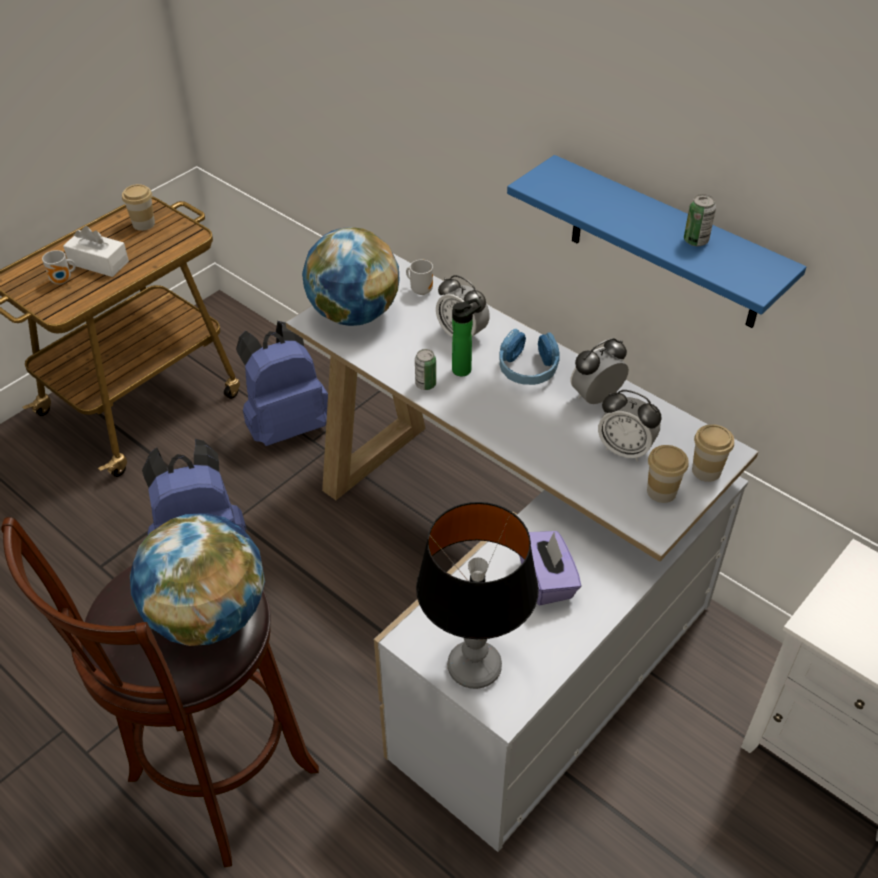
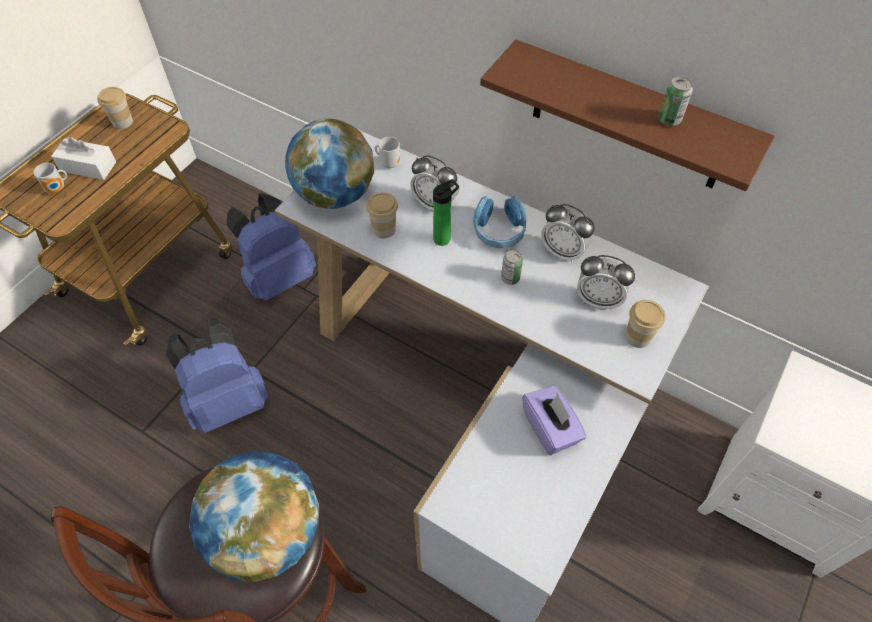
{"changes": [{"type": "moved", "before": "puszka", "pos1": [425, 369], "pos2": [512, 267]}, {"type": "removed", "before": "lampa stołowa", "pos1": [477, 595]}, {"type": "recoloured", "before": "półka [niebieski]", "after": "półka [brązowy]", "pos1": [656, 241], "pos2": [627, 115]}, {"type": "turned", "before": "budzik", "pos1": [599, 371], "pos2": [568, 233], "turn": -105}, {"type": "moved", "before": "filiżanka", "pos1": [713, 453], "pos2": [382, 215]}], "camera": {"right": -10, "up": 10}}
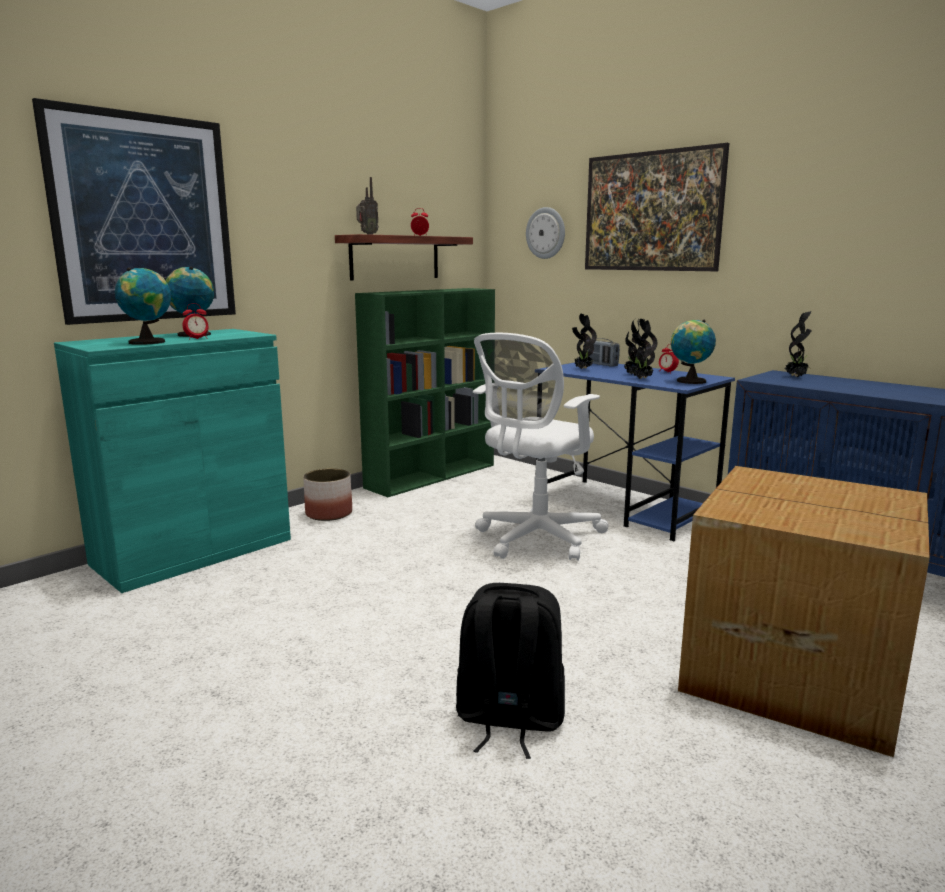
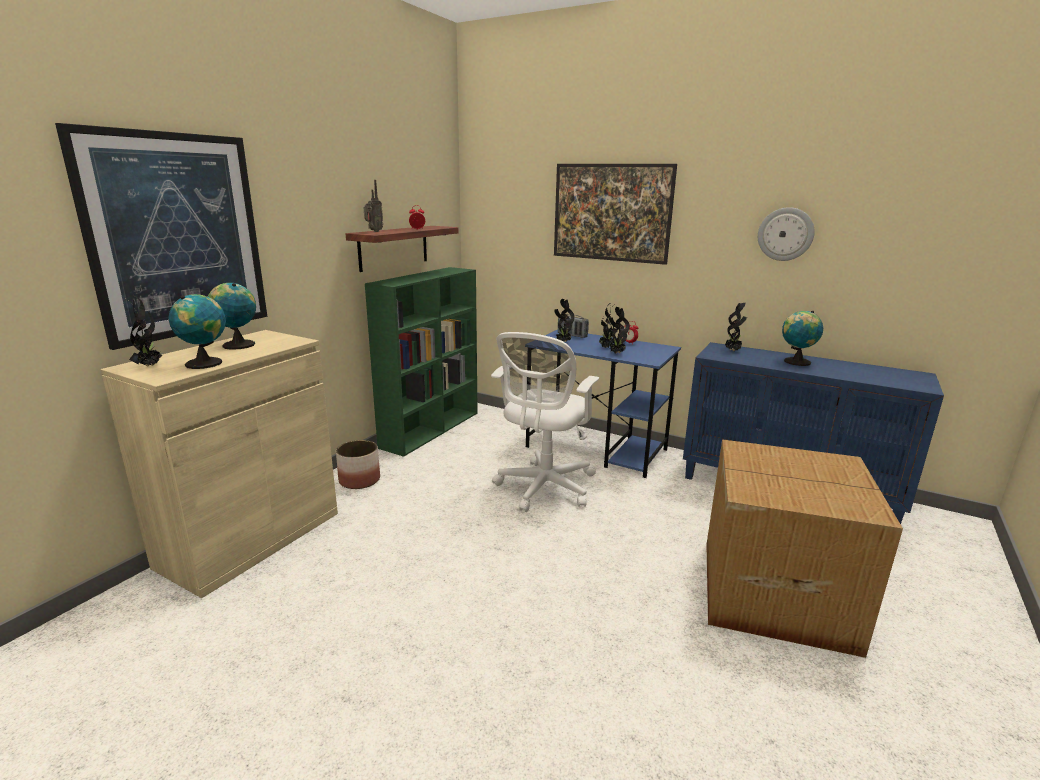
{"changes": [{"type": "recoloured", "before": "szafka [turkusowy]", "after": "szafka [beżowy]", "pos1": [172, 461], "pos2": [219, 464]}, {"type": "removed", "before": "budzik", "pos1": [195, 321]}, {"type": "removed", "before": "plecak [czarny]", "pos1": [510, 671]}, {"type": "moved", "before": "zegar ścienny", "pos1": [545, 233], "pos2": [786, 234]}, {"type": "moved", "before": "globus", "pos1": [693, 351], "pos2": [802, 338]}, {"type": "added", "after": "roślina doniczkowa", "pos2": [144, 330]}], "camera": {"right": -15, "up": 5}}
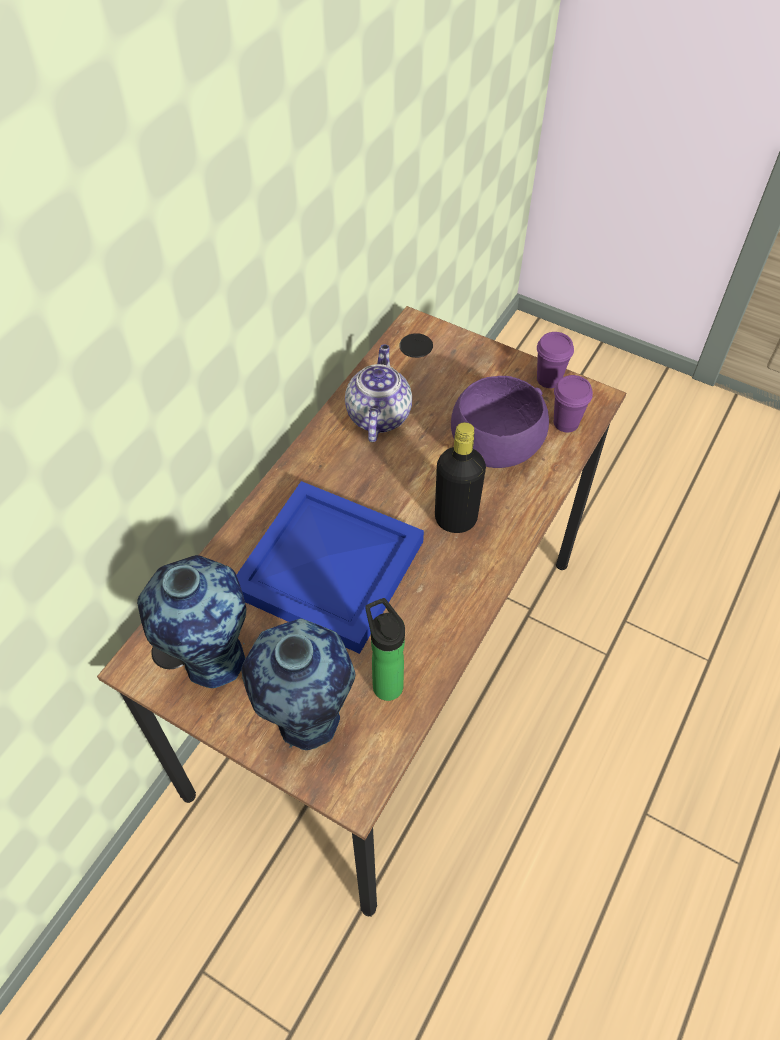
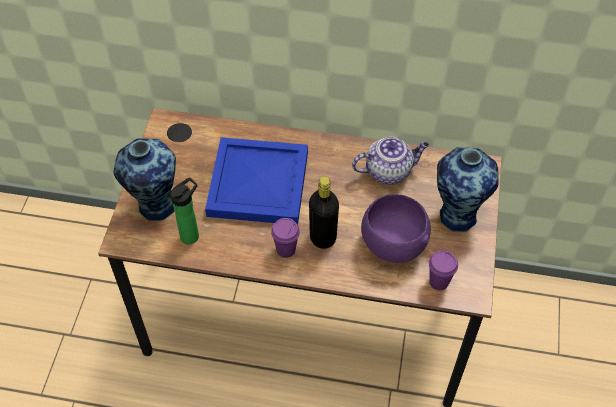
{"changes": [{"type": "moved", "before": "wazon", "pos1": [191, 621], "pos2": [468, 189]}, {"type": "moved", "before": "filiżanka [fioletowy]", "pos1": [555, 360], "pos2": [285, 238]}], "camera": {"right": 70, "up": 0}}
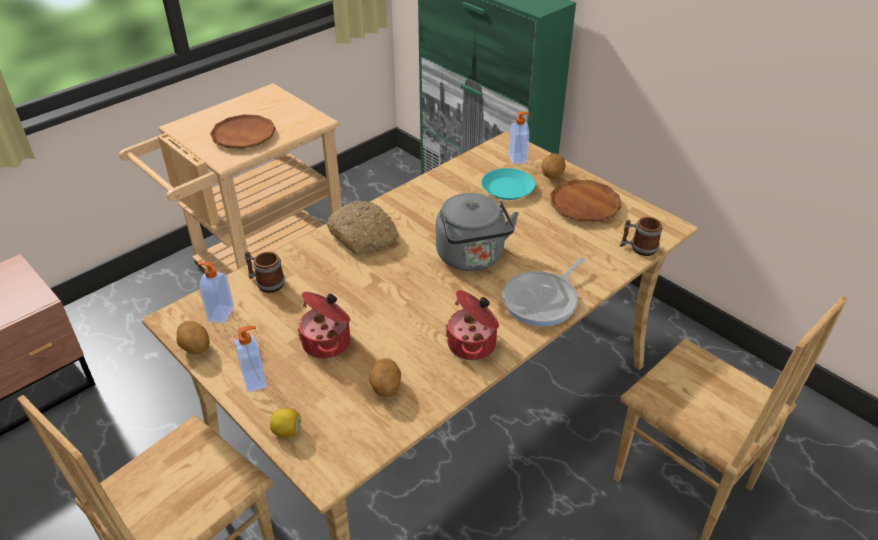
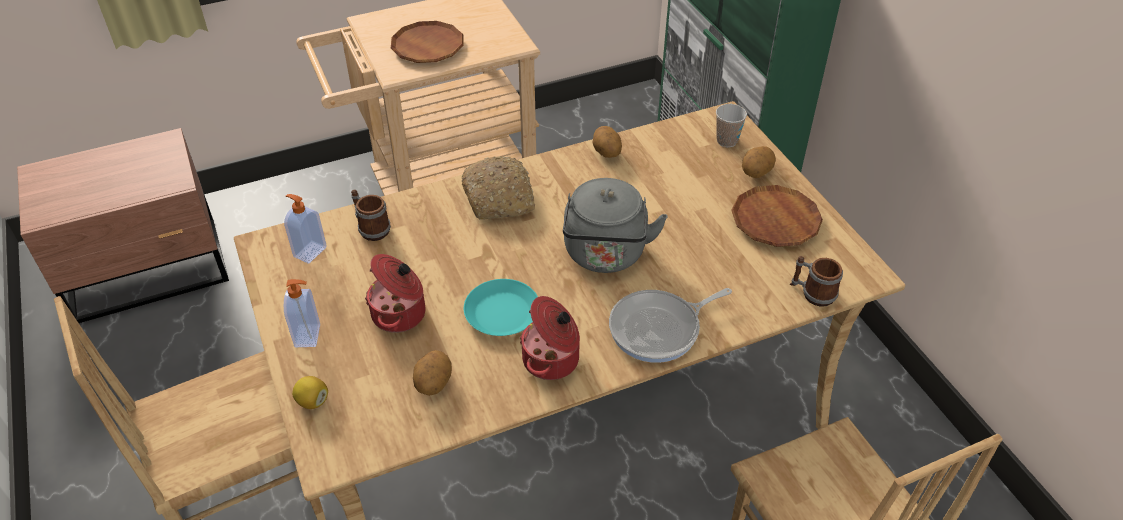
{"changes": [{"type": "moved", "before": "ziemniak", "pos1": [193, 337], "pos2": [607, 142]}, {"type": "moved", "before": "talerz [turkusowy]", "pos1": [508, 184], "pos2": [501, 307]}, {"type": "replaced", "before": "dozownik mydła", "after": "filiżanka", "pos1": [519, 138], "pos2": [731, 125]}], "camera": {"right": 20, "up": 5}}
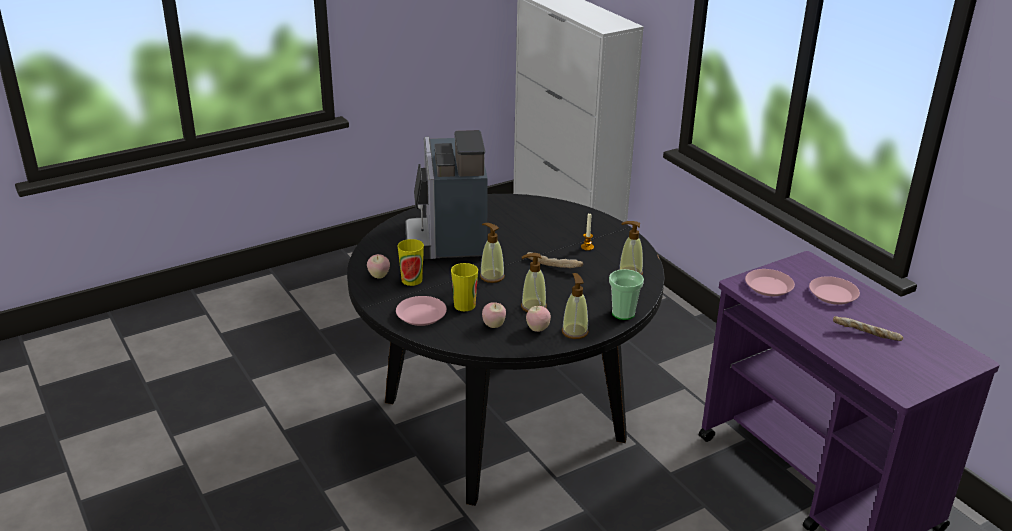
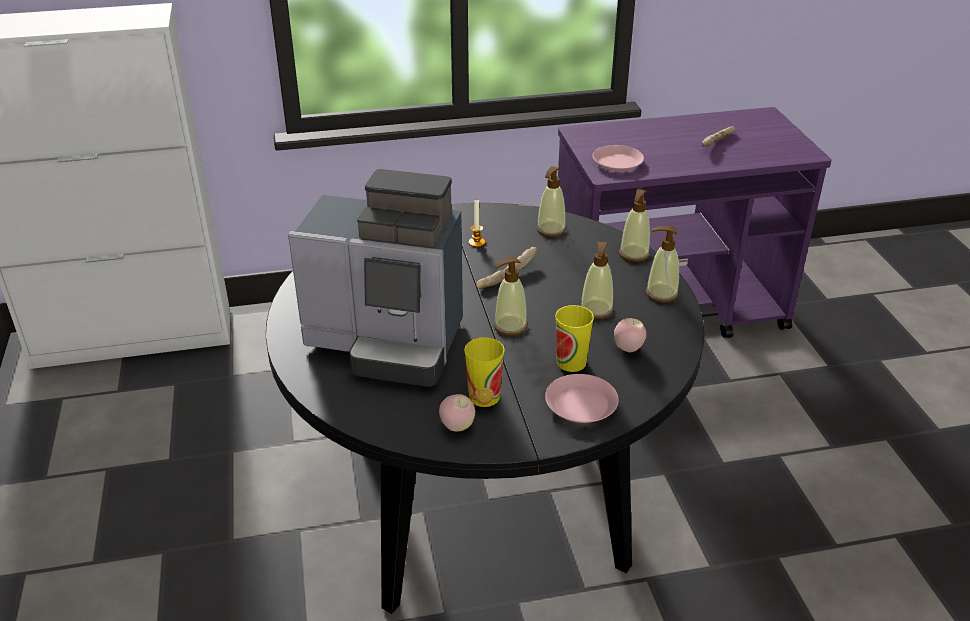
{"changes": [{"type": "removed", "before": "jabłko", "pos1": [538, 318]}, {"type": "replaced", "before": "filiżanka", "after": "dozownik mydła", "pos1": [626, 294], "pos2": [634, 225]}, {"type": "removed", "before": "talerz [różowy]", "pos1": [834, 290]}], "camera": {"right": -70, "up": 5}}
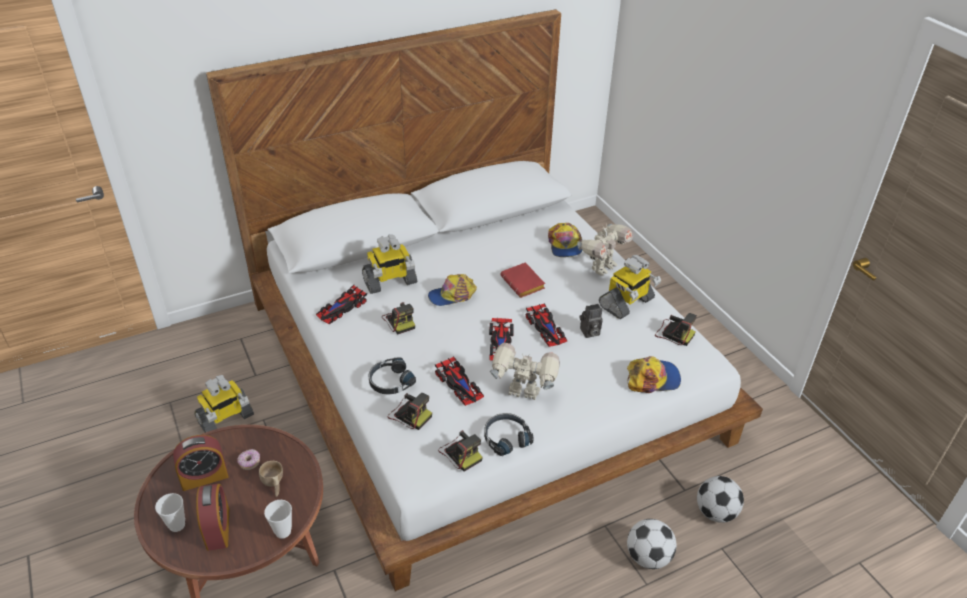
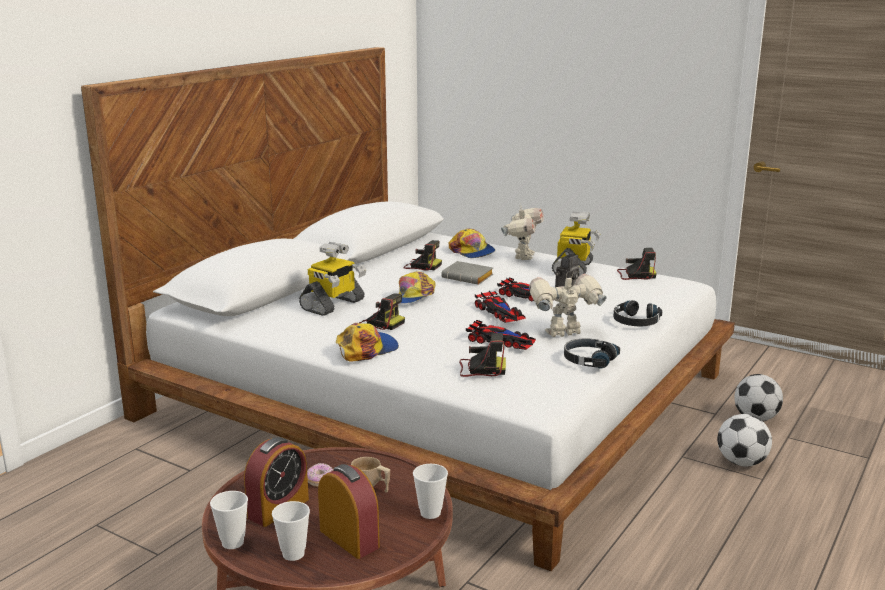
{"changes": [{"type": "removed", "before": "robot zabawkowy", "pos1": [224, 404]}, {"type": "removed", "before": "samochodzik", "pos1": [341, 304]}, {"type": "moved", "before": "słuchawki [czarny]", "pos1": [392, 376], "pos2": [637, 313]}, {"type": "moved", "before": "aparat fotograficzny", "pos1": [460, 451], "pos2": [423, 255]}, {"type": "recoloured", "before": "książka [czerwony]", "after": "książka [szary]", "pos1": [522, 280], "pos2": [467, 273]}, {"type": "moved", "before": "czapka z daszkiem", "pos1": [654, 374], "pos2": [367, 342]}, {"type": "added", "after": "filiżanka", "pos2": [229, 520]}], "camera": {"right": -30, "up": -20}}
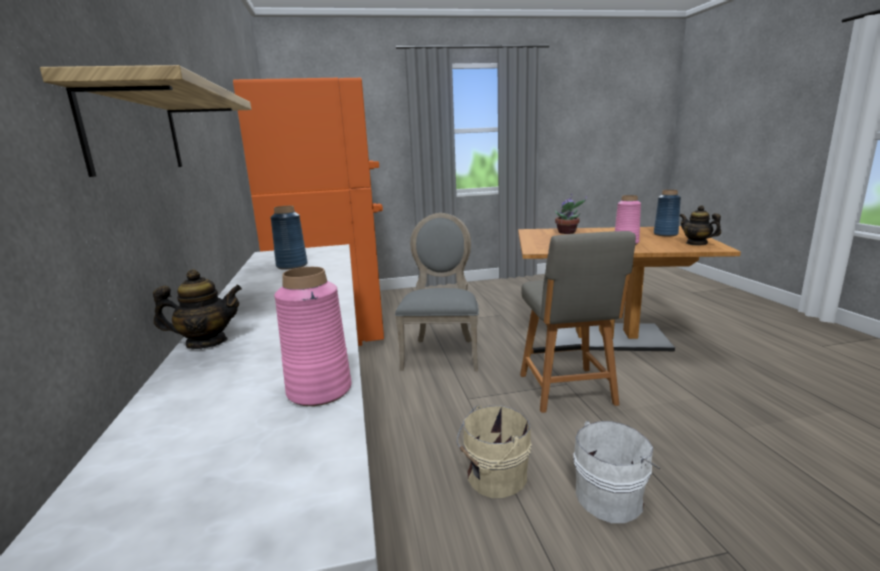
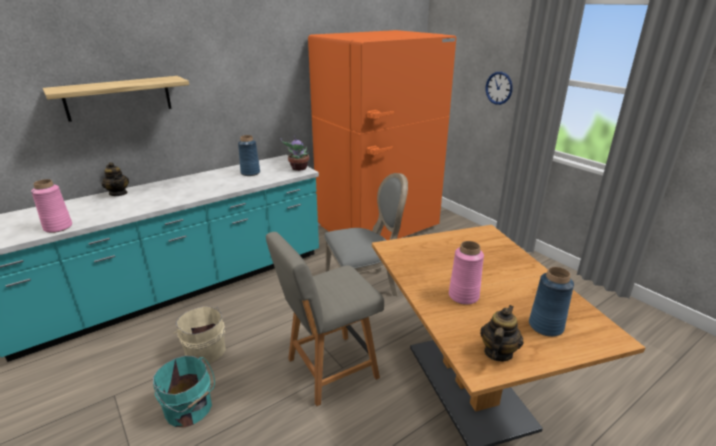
{"changes": [{"type": "moved", "before": "roślina doniczkowa", "pos1": [571, 214], "pos2": [295, 153]}, {"type": "recoloured", "before": "wiadro [biały]", "after": "wiadro [turkusowy]", "pos1": [616, 472], "pos2": [184, 392]}, {"type": "added", "after": "zegar ścienny", "pos2": [499, 88]}], "camera": {"right": 65, "up": 10}}
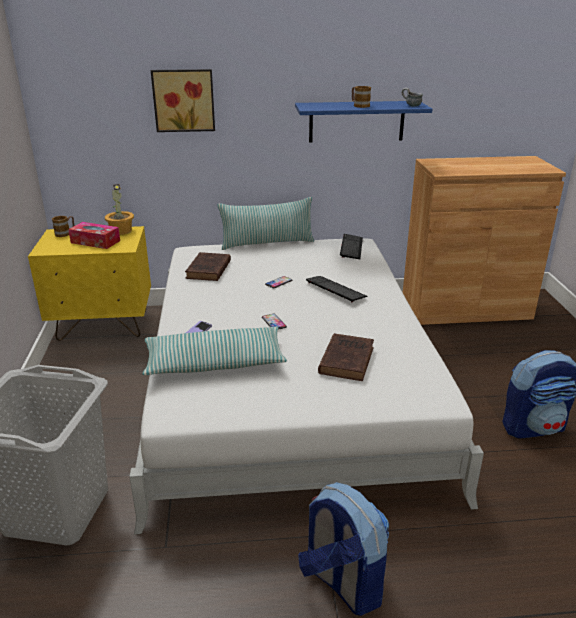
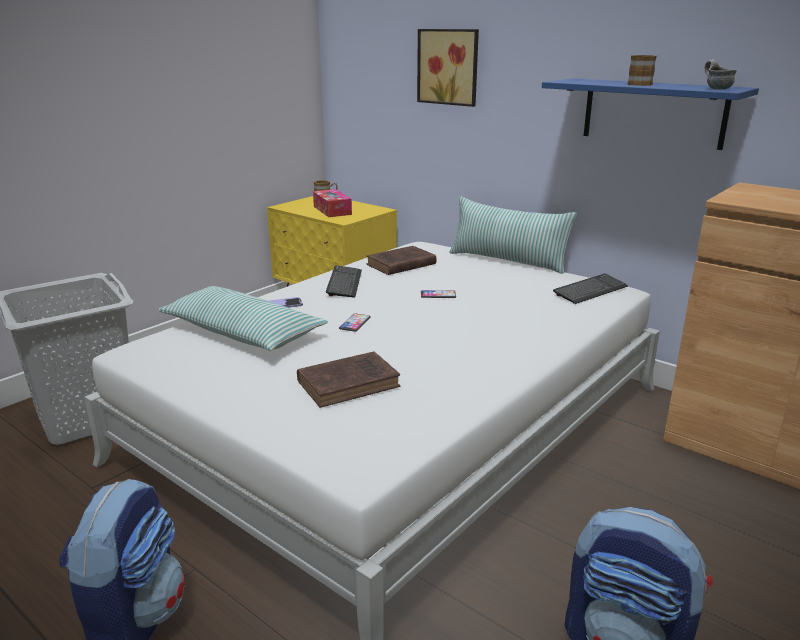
{"changes": [{"type": "removed", "before": "roślina doniczkowa", "pos1": [119, 209]}, {"type": "moved", "before": "klawiatura", "pos1": [336, 289], "pos2": [344, 281]}], "camera": {"right": 45, "up": -5}}
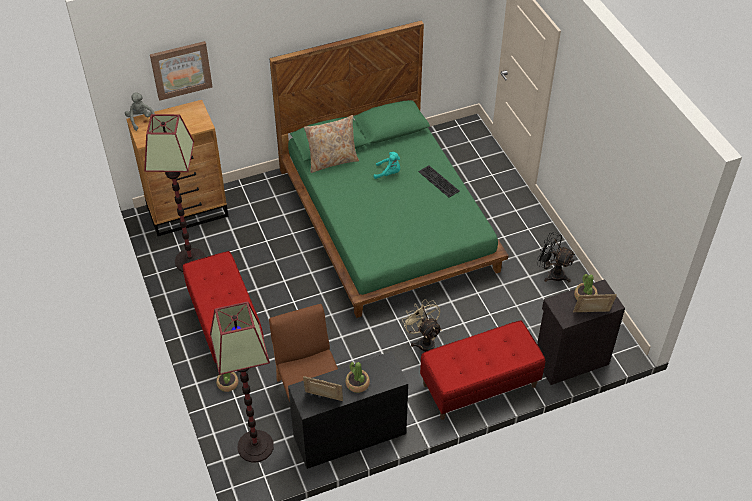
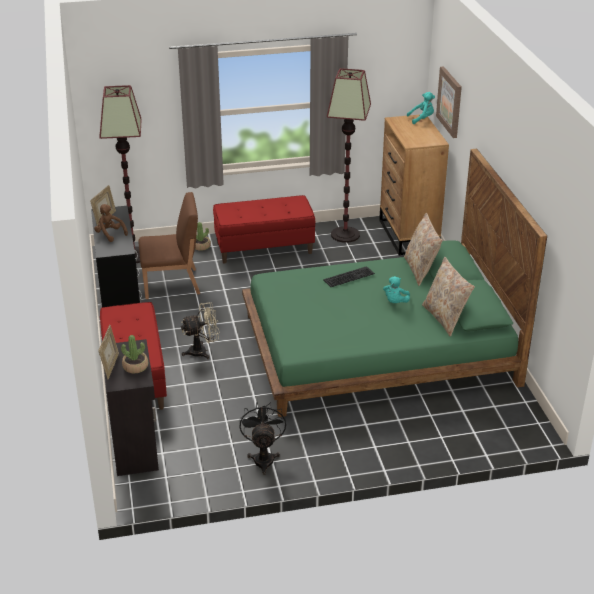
{"changes": [{"type": "recoloured", "before": "pluszak [szary]", "after": "pluszak [turkusowy]", "pos1": [140, 111], "pos2": [421, 108]}, {"type": "replaced", "before": "roślina doniczkowa", "after": "pluszak [brązowy]", "pos1": [357, 377], "pos2": [111, 223]}, {"type": "moved", "before": "klawiatura", "pos1": [439, 181], "pos2": [349, 276]}, {"type": "turned", "before": "wentylator [czarny]", "pos1": [556, 257], "pos2": [263, 438], "turn": -45}, {"type": "added", "after": "poduszka [beżowy]", "pos2": [448, 297]}], "camera": {"right": 100, "up": -15}}
